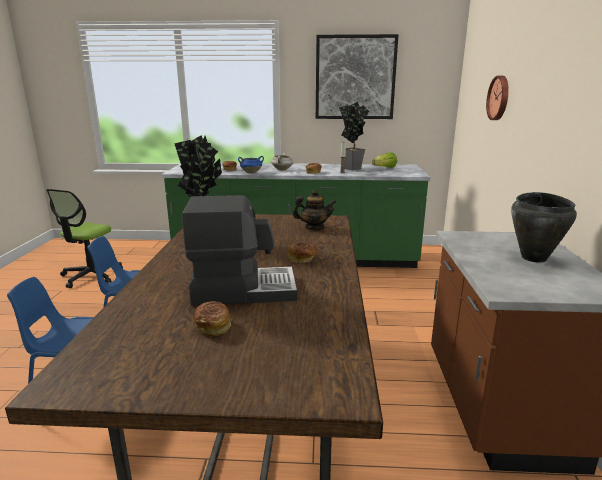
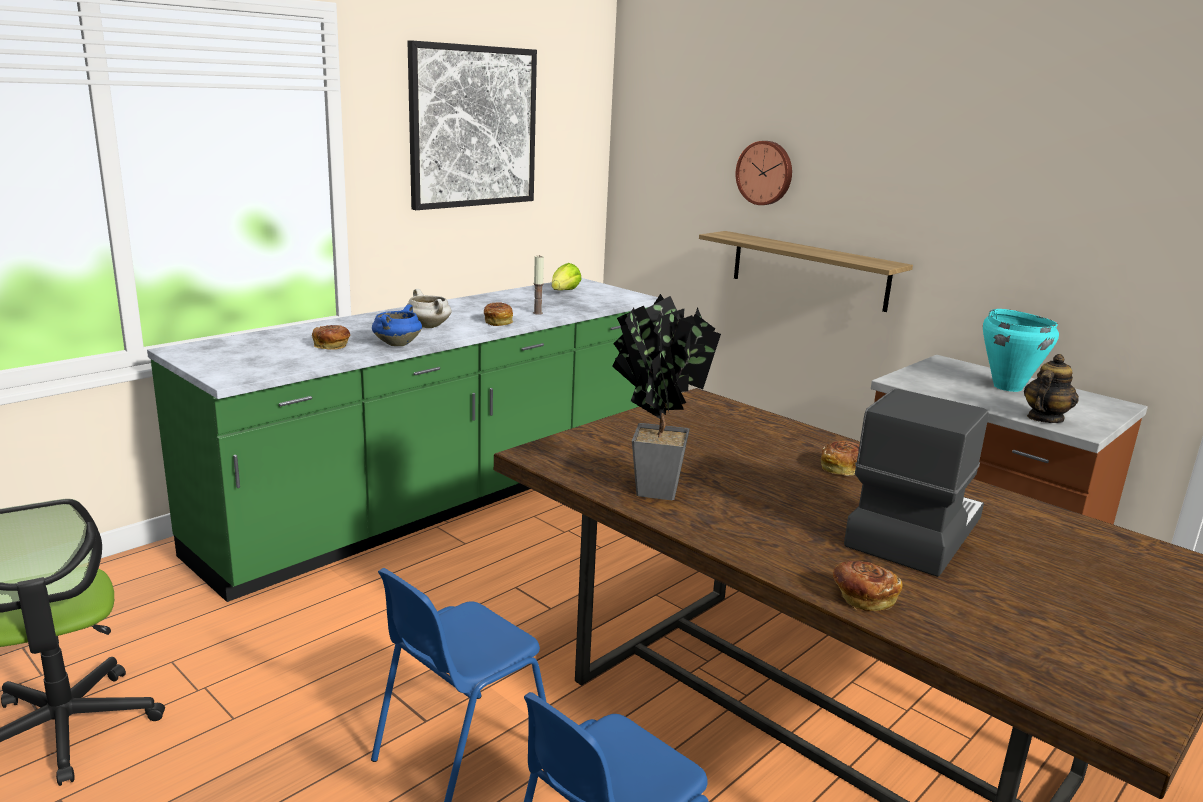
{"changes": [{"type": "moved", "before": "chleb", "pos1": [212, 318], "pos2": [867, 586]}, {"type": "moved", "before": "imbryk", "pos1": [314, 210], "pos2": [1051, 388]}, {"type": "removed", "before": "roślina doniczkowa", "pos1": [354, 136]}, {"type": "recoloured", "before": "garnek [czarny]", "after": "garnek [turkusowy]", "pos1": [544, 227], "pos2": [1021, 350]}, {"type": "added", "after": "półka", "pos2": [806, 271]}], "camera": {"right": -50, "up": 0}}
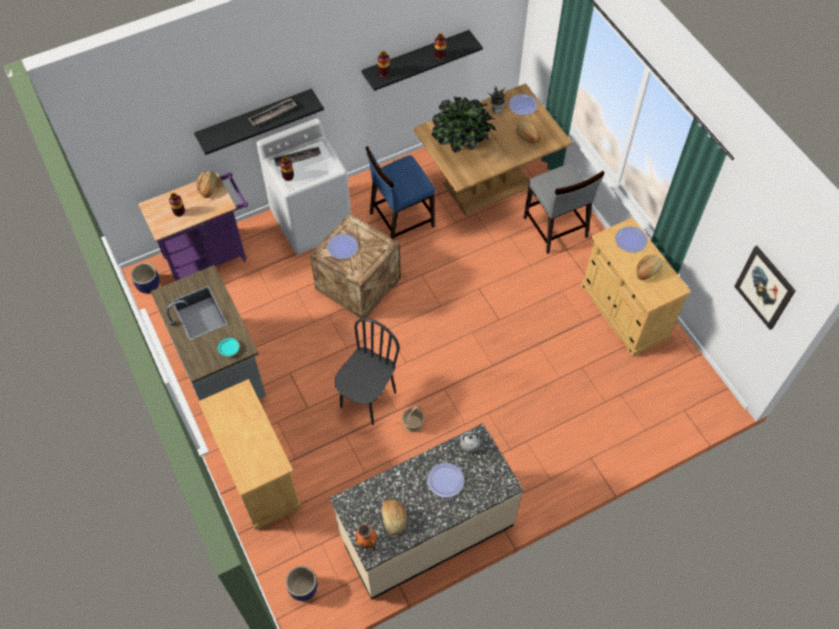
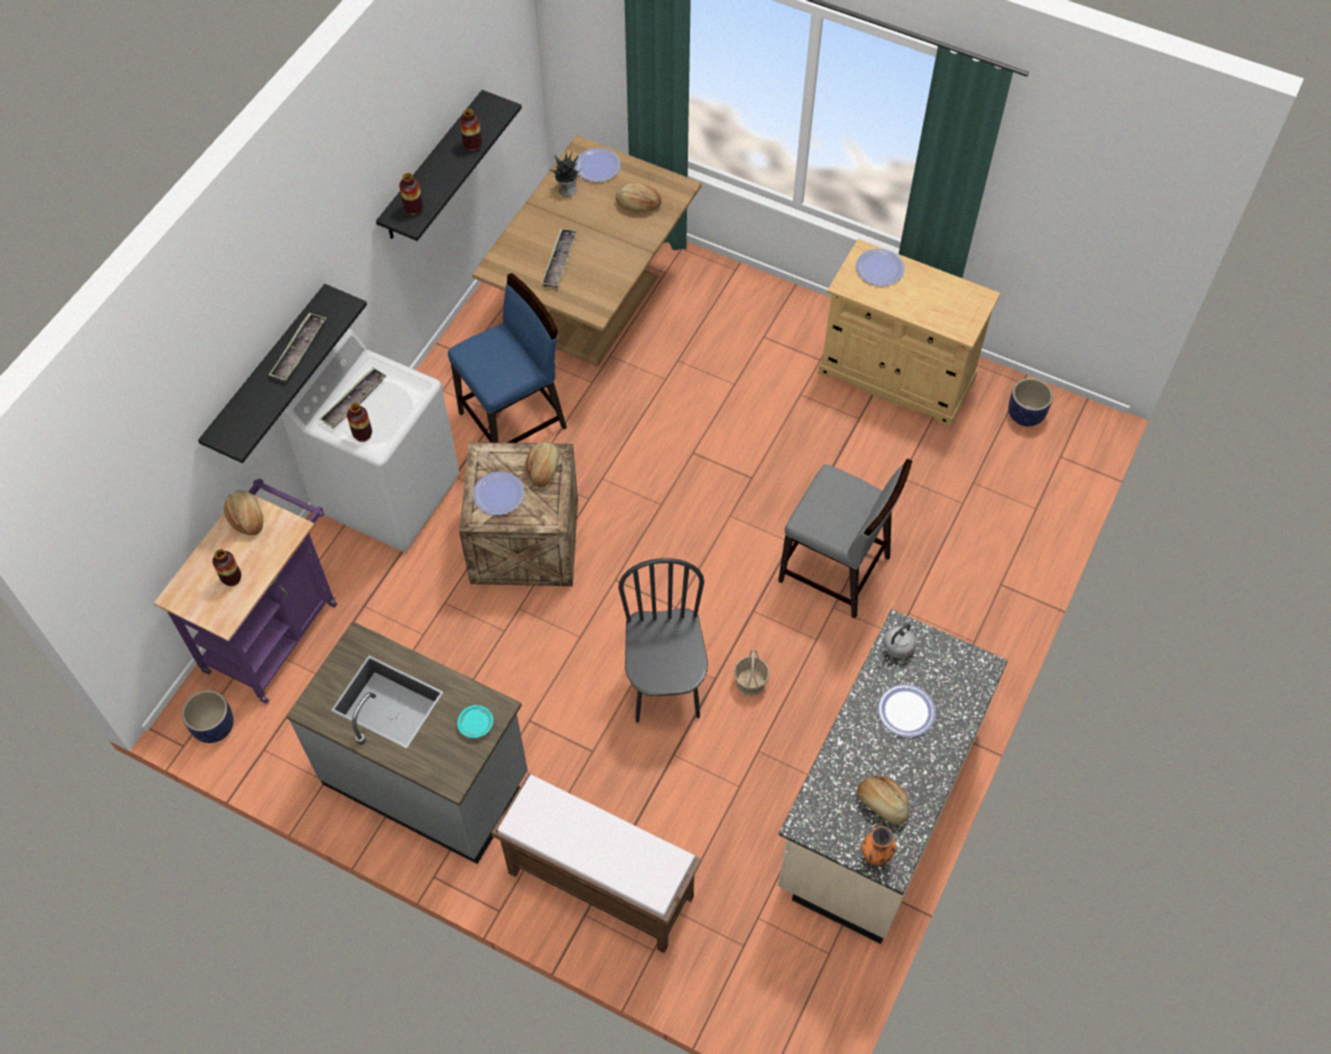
{"changes": [{"type": "replaced", "before": "szafka [beżowy]", "after": "ławka [brązowy]", "pos1": [250, 454], "pos2": [596, 863]}, {"type": "moved", "before": "donica", "pos1": [302, 583], "pos2": [1030, 402]}, {"type": "turned", "before": "krzesło [niebieski]", "pos1": [400, 192], "pos2": [507, 358], "turn": -150}, {"type": "replaced", "before": "roślina doniczkowa", "after": "taca", "pos1": [464, 125], "pos2": [559, 258]}, {"type": "moved", "before": "krzesło [szary]", "pos1": [564, 208], "pos2": [845, 538]}, {"type": "moved", "before": "chleb", "pos1": [650, 267], "pos2": [542, 464]}, {"type": "removed", "before": "obraz", "pos1": [765, 288]}], "camera": {"right": -35, "up": 0}}
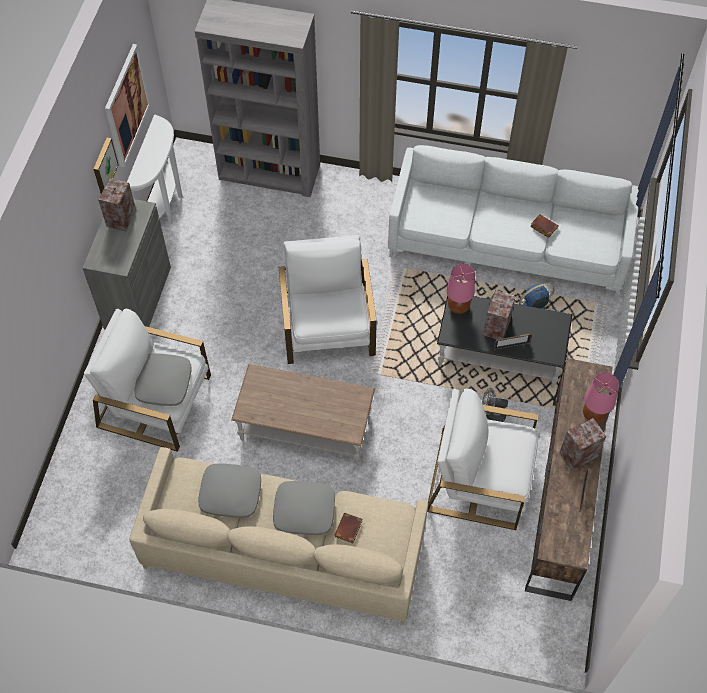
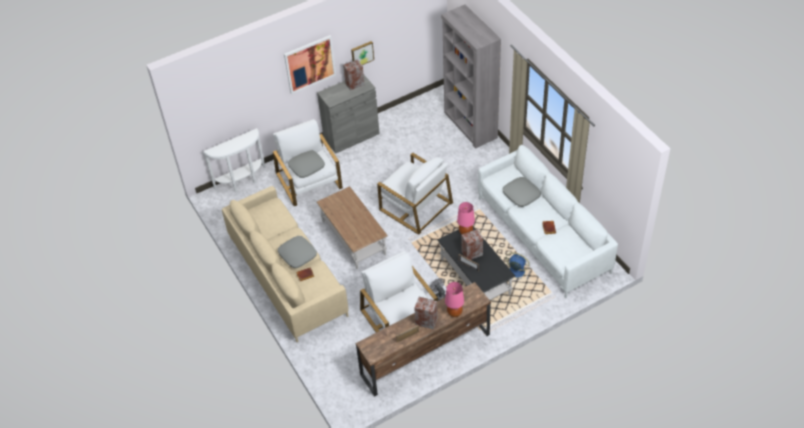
{"changes": [{"type": "moved", "before": "obraz", "pos1": [127, 105], "pos2": [310, 64]}, {"type": "moved", "before": "stolik konsolowy [biały]", "pos1": [154, 169], "pos2": [234, 160]}, {"type": "moved", "before": "poduszka [szary]", "pos1": [229, 491], "pos2": [522, 192]}, {"type": "turned", "before": "fotel [biały]", "pos1": [328, 299], "pos2": [415, 194], "turn": 90}], "camera": {"right": 50, "up": -10}}
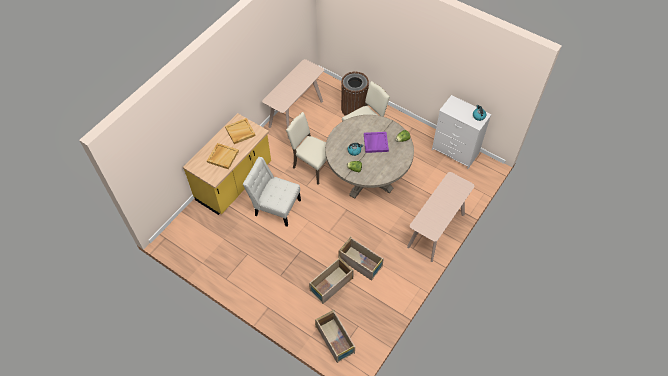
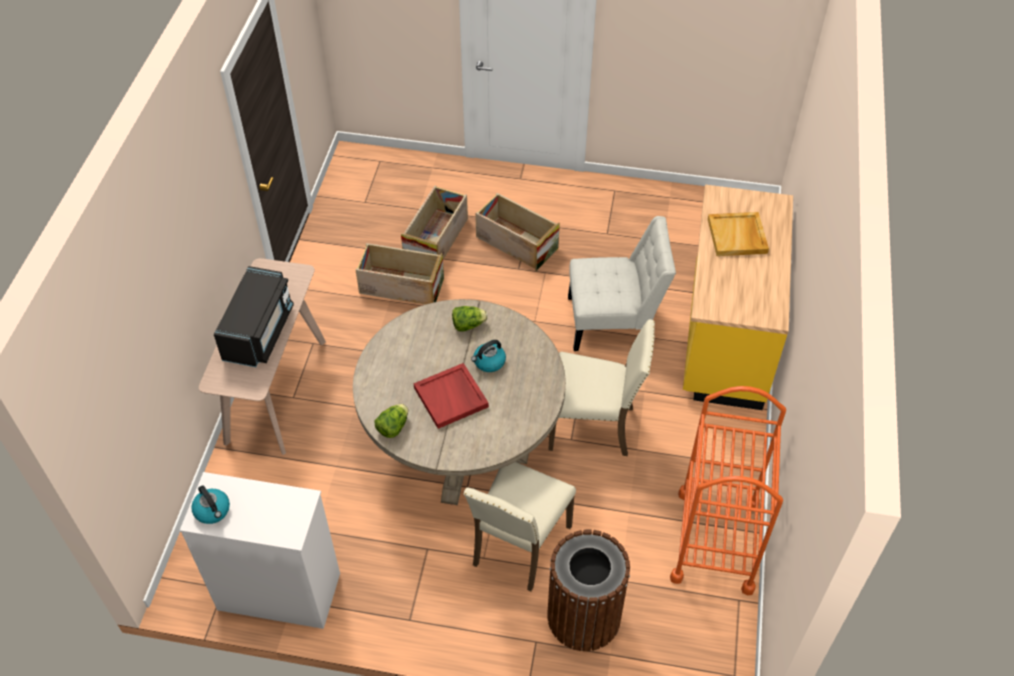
{"changes": [{"type": "removed", "before": "taca [beżowy]", "pos1": [240, 131]}, {"type": "replaced", "before": "stolik konsolowy [beżowy]", "after": "wózek [pomarańczowy]", "pos1": [293, 99], "pos2": [728, 491]}, {"type": "moved", "before": "skrzynka", "pos1": [335, 336], "pos2": [517, 232]}, {"type": "recoloured", "before": "taca [fioletowy]", "after": "taca [czerwony]", "pos1": [376, 142], "pos2": [451, 396]}, {"type": "added", "after": "mikrofalówka [czarny]", "pos2": [254, 316]}], "camera": {"right": 155, "up": -5}}
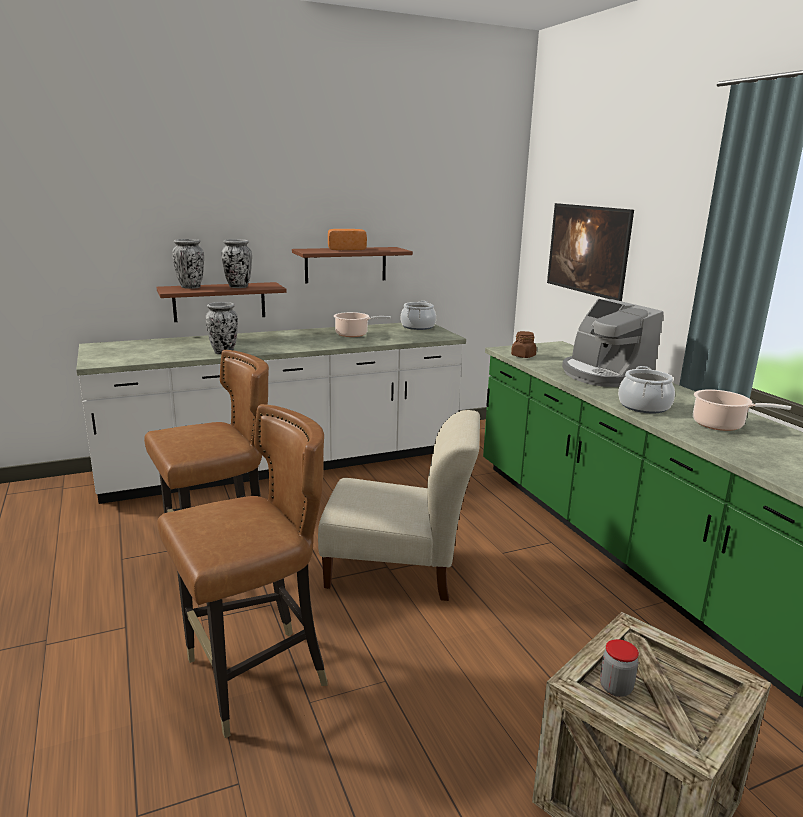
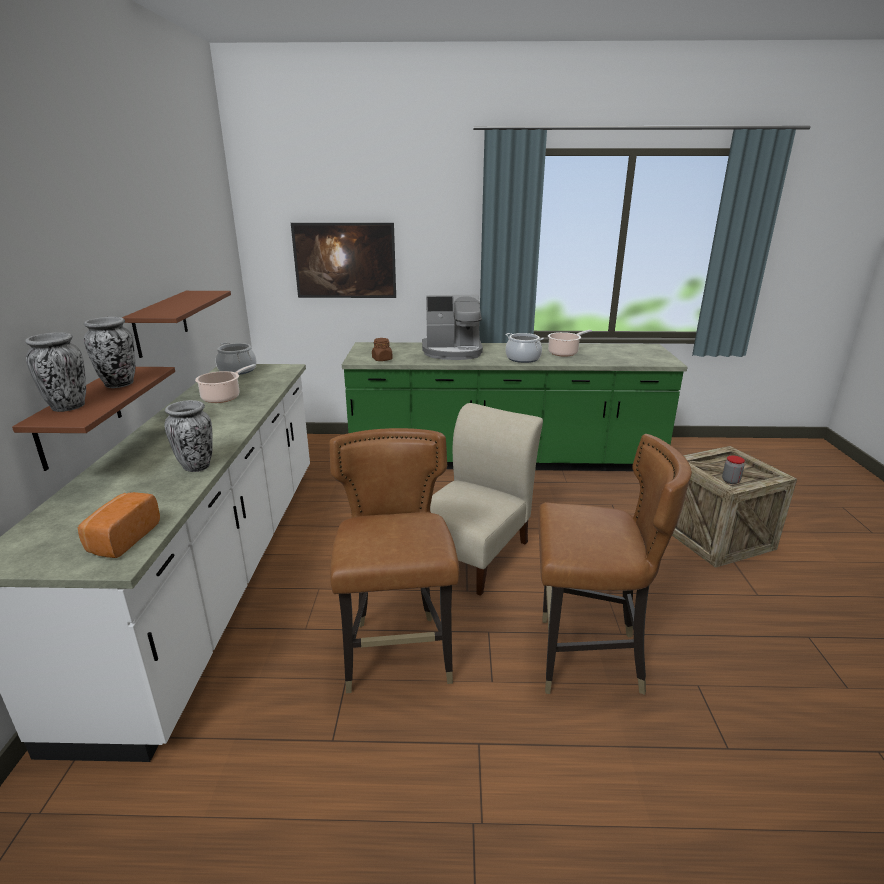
{"changes": [{"type": "turned", "before": "krzesło [brązowy]", "pos1": [242, 571], "pos2": [615, 564], "turn": 105}, {"type": "moved", "before": "chleb", "pos1": [347, 239], "pos2": [119, 525]}], "camera": {"right": -65, "up": 5}}
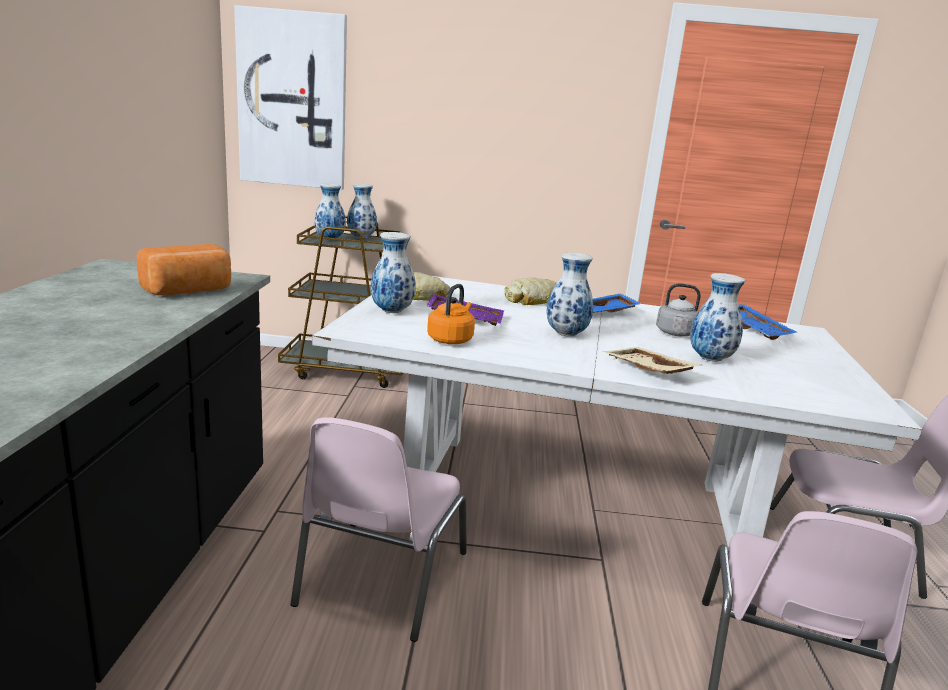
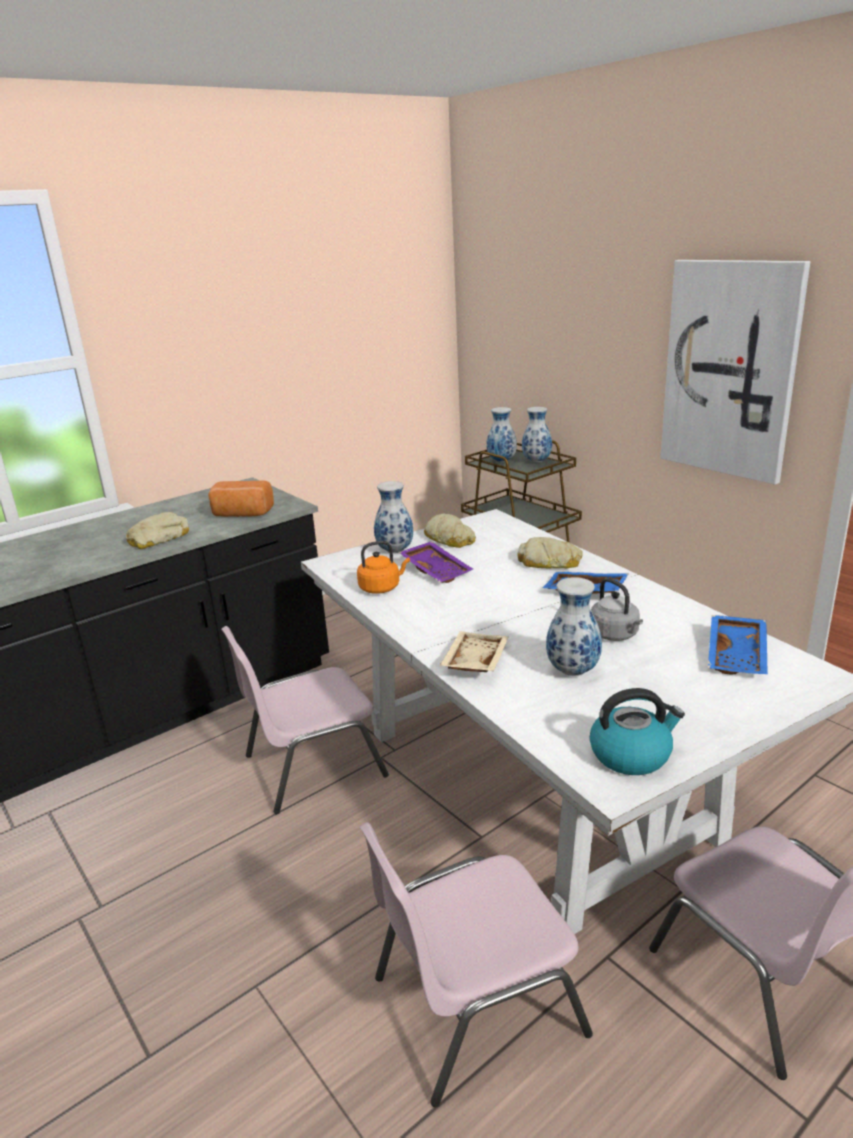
{"changes": [{"type": "moved", "before": "obraz", "pos1": [290, 97], "pos2": [735, 372]}, {"type": "removed", "before": "wazon", "pos1": [570, 295]}, {"type": "added", "after": "chleb", "pos2": [157, 530]}, {"type": "added", "after": "czajnik", "pos2": [637, 731]}], "camera": {"right": 50, "up": 5}}
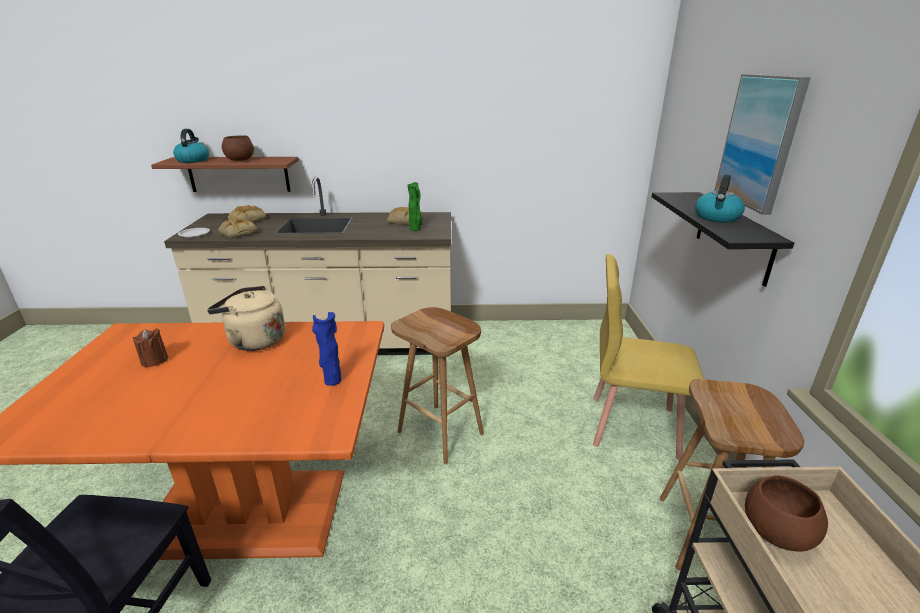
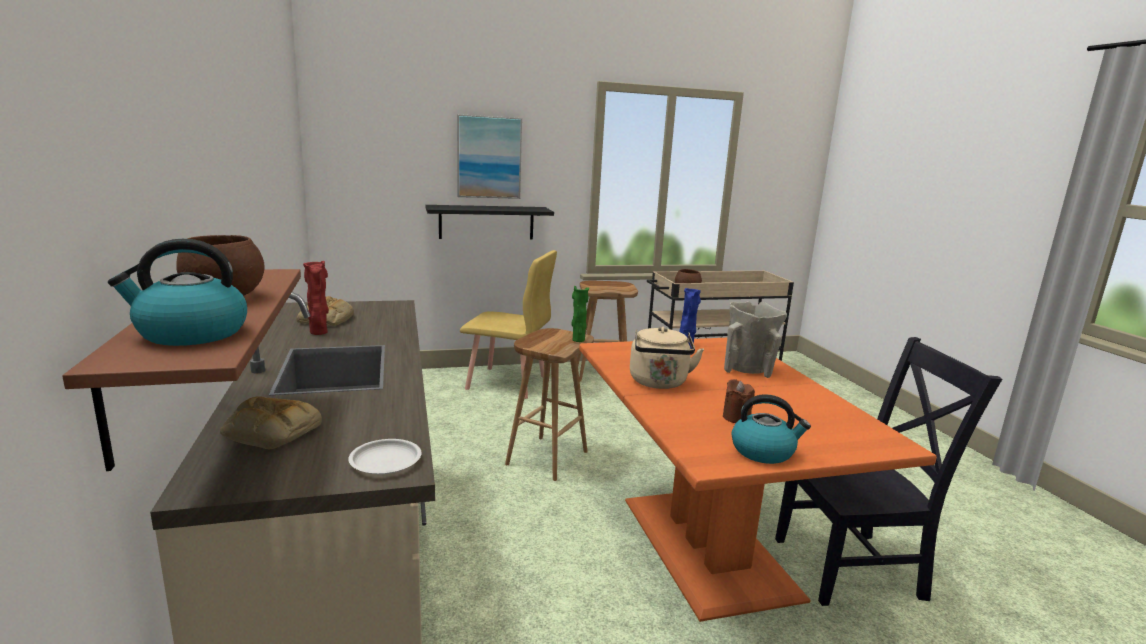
{"changes": [{"type": "removed", "before": "chleb", "pos1": [237, 227]}, {"type": "moved", "before": "wazon [zielony]", "pos1": [415, 206], "pos2": [580, 314]}, {"type": "turned", "before": "krzesło [żółty]", "pos1": [648, 357], "pos2": [508, 324], "turn": -75}, {"type": "moved", "before": "czajnik", "pos1": [720, 199], "pos2": [771, 429]}, {"type": "added", "after": "wazon [czerwony]", "pos2": [316, 298]}, {"type": "added", "after": "wazon [beżowy]", "pos2": [755, 339]}], "camera": {"right": -105, "up": -10}}
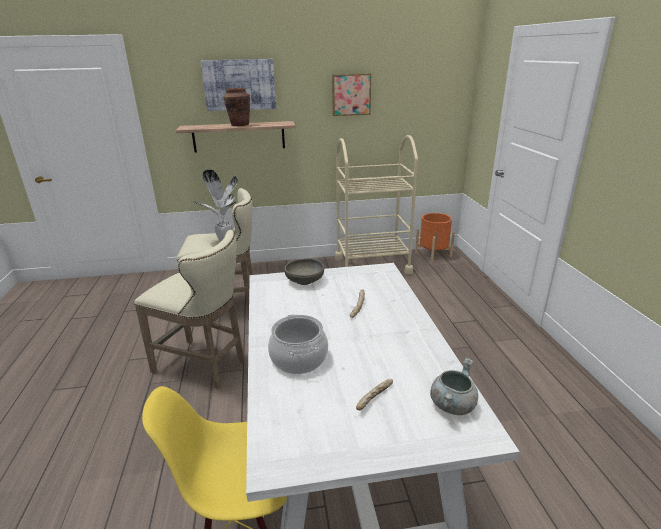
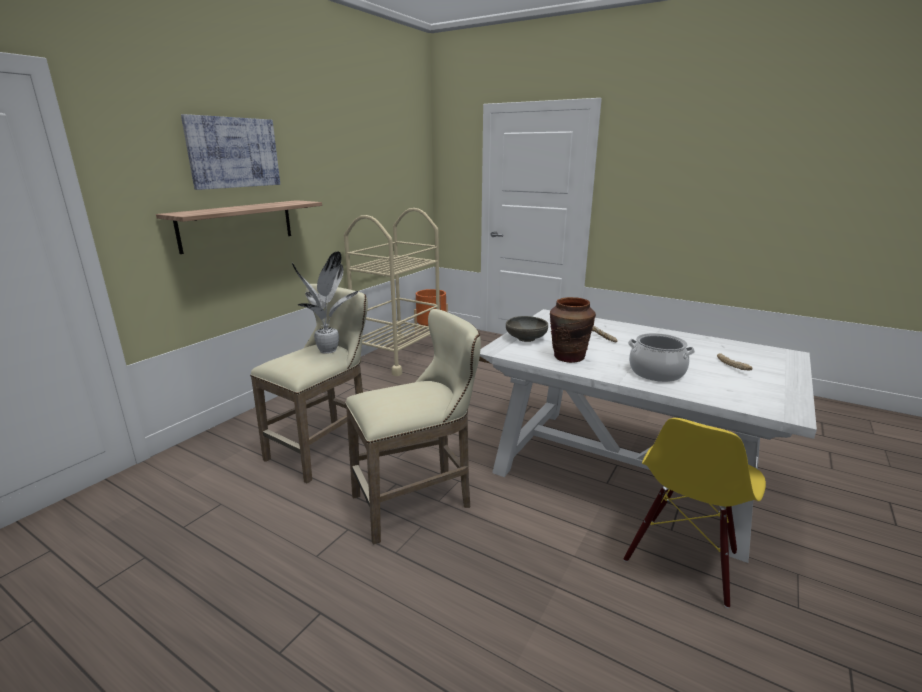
{"changes": [{"type": "moved", "before": "wazon [brązowy]", "pos1": [237, 107], "pos2": [573, 330]}, {"type": "removed", "before": "obraz", "pos1": [351, 94]}, {"type": "removed", "before": "garnek [szary]", "pos1": [454, 386]}], "camera": {"right": -50, "up": -5}}
